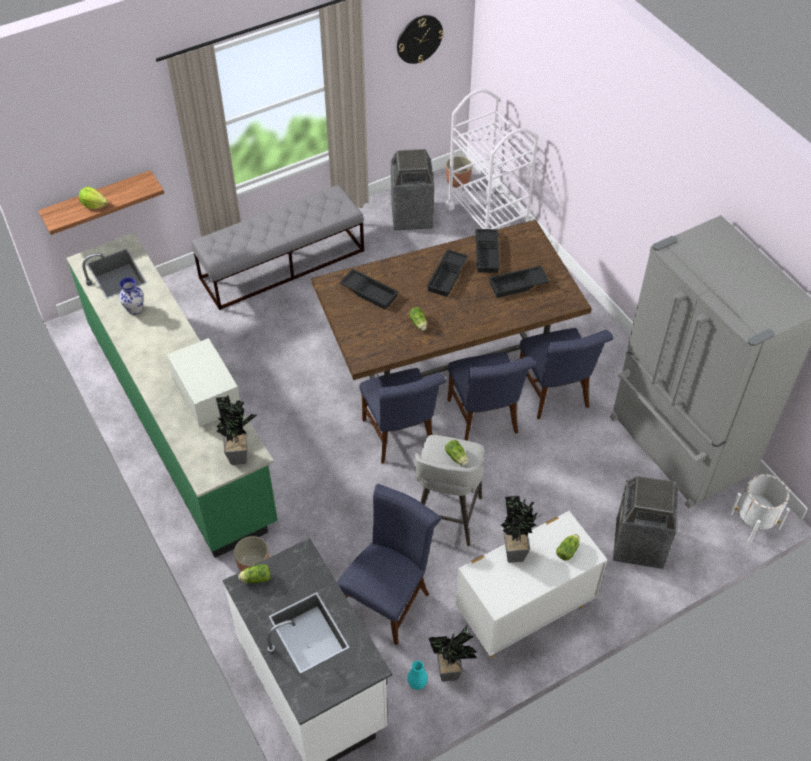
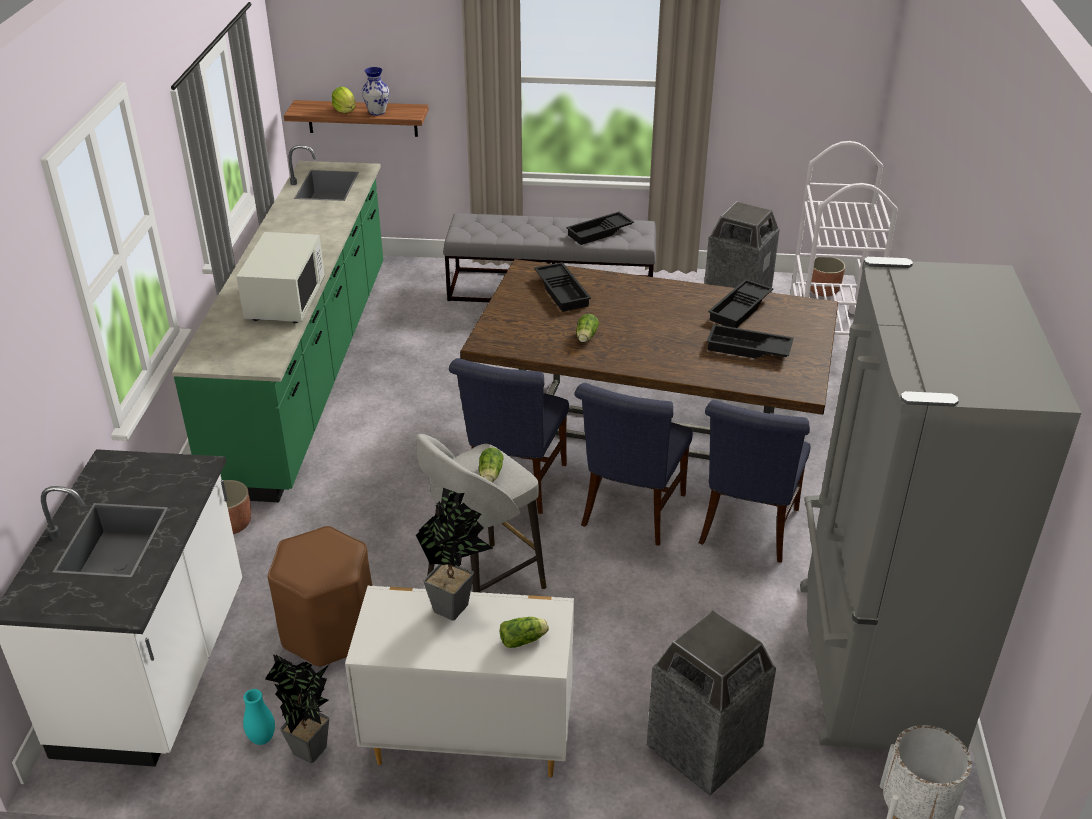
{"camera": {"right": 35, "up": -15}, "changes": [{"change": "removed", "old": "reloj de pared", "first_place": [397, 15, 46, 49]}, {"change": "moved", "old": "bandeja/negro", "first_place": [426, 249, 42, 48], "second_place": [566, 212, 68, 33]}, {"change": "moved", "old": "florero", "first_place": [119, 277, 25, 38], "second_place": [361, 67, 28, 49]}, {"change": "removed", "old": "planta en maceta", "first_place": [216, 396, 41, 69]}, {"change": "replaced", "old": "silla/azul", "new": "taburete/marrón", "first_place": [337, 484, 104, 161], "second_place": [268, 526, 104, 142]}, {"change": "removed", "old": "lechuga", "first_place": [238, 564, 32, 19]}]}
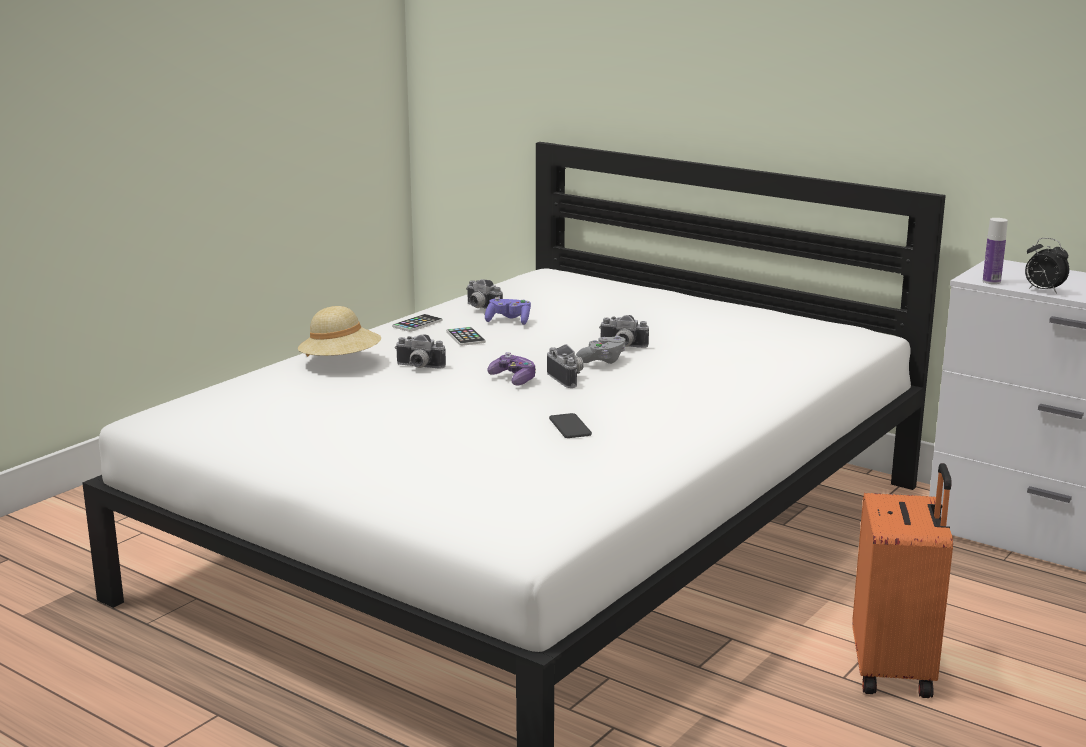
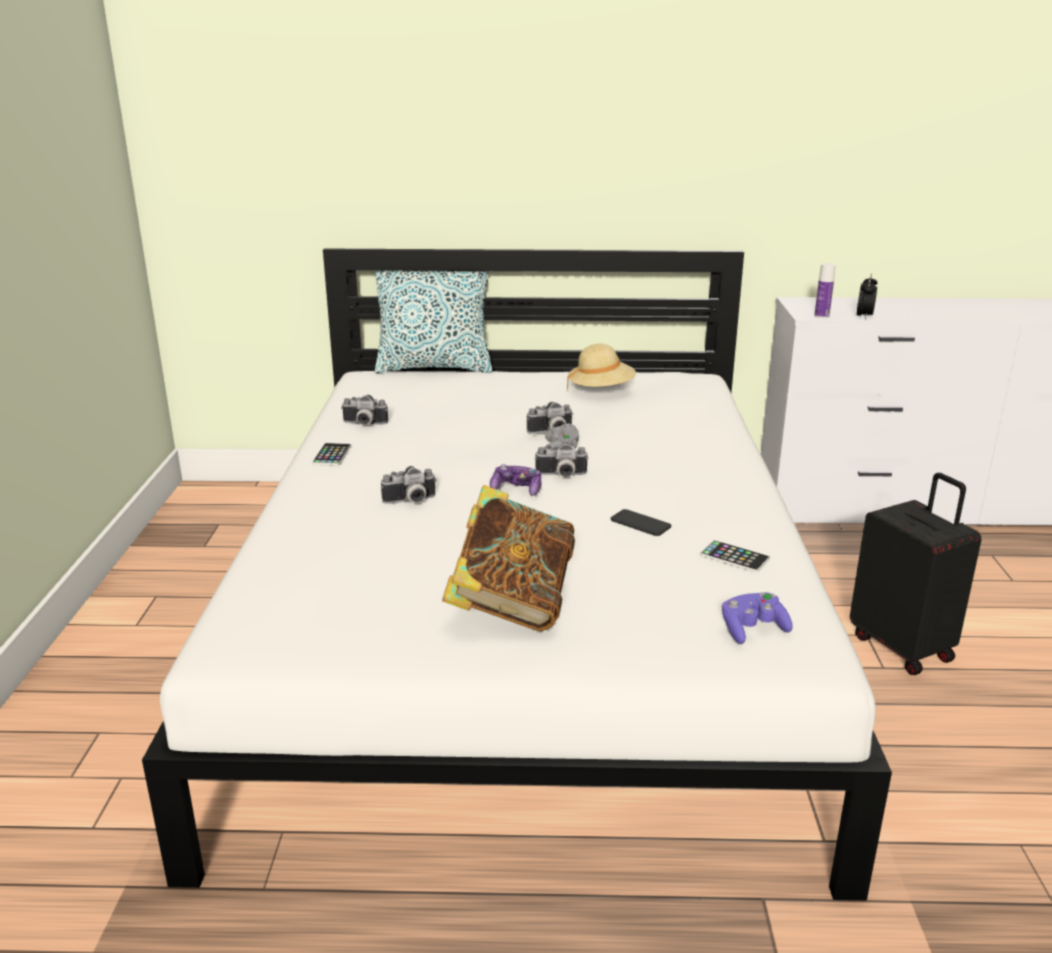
{"camera": {"right": -35, "up": 5}, "changes": [{"change": "turned", "old": "despertador", "first_place": [1025, 238, 44, 56], "second_place": [857, 273, 21, 47], "degrees": -75}, {"change": "moved", "old": "mando de consola/morado", "first_place": [485, 297, 46, 28], "second_place": [722, 592, 71, 52]}, {"change": "moved", "old": "sombrero/beis", "first_place": [298, 306, 83, 51], "second_place": [567, 344, 69, 45]}, {"change": "moved", "old": "móvil", "first_place": [446, 327, 40, 19], "second_place": [700, 540, 70, 33]}, {"change": "turned", "old": "cámara", "first_place": [547, 344, 37, 44], "second_place": [535, 442, 54, 35], "degrees": 150}, {"change": "recoloured", "old": "maleta/naranja", "new": "maleta/negro", "first_place": [852, 463, 101, 235], "second_place": [850, 473, 132, 202]}, {"change": "added", "new": "cojín", "second_place": [374, 270, 119, 103]}, {"change": "added", "new": "libro", "second_place": [442, 485, 133, 146]}]}
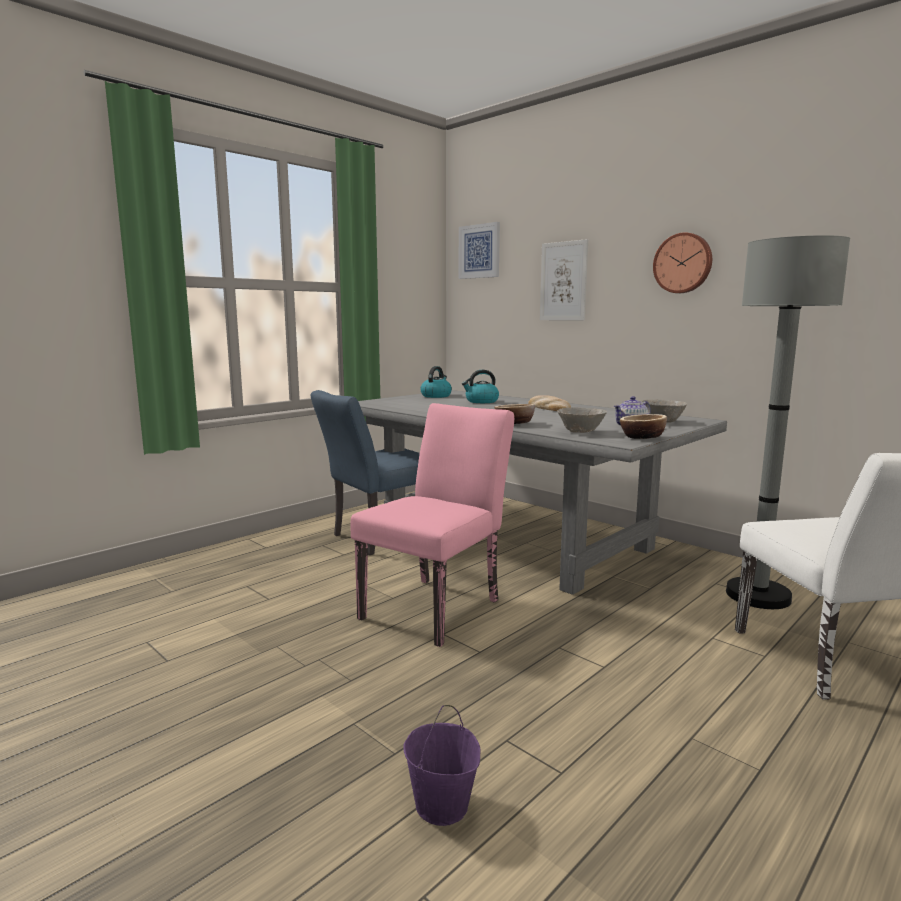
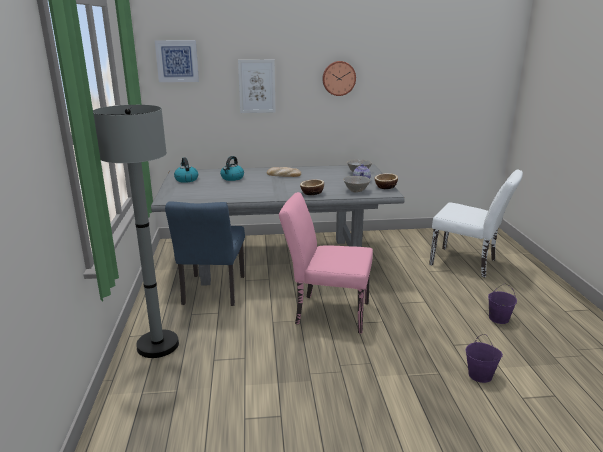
{"camera": {"right": -50, "up": 10}, "changes": [{"change": "moved", "old": "lámpara de pie/gris", "first_place": [726, 235, 124, 374], "second_place": [93, 105, 86, 253]}, {"change": "turned", "old": "silla/rosa", "first_place": [350, 403, 164, 244], "second_place": [279, 192, 94, 142], "degrees": -60}, {"change": "added", "new": "cubo/morado", "second_place": [488, 283, 29, 41]}]}
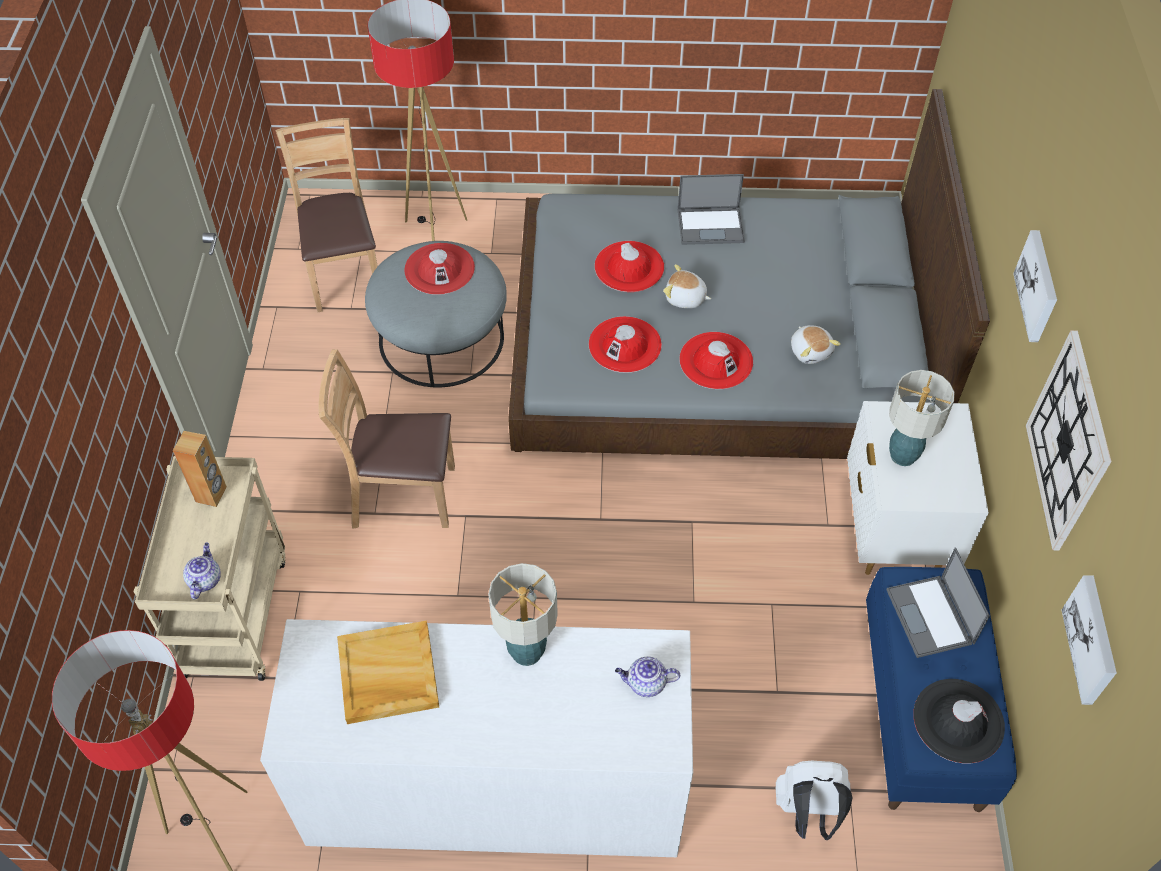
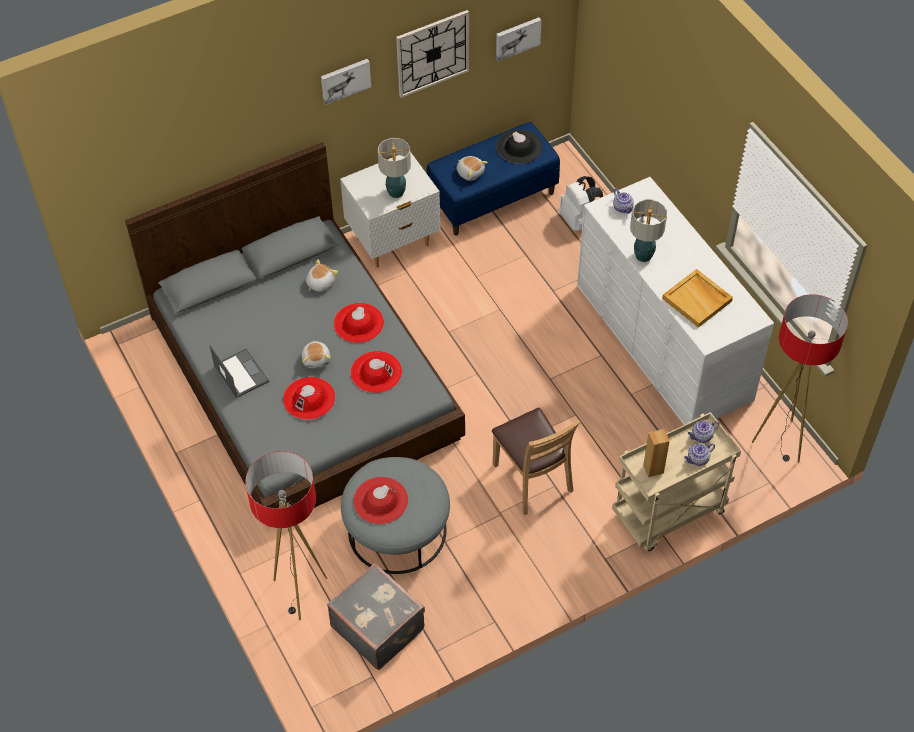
{"camera": {"right": -120, "up": 0}, "changes": [{"change": "replaced", "old": "silla/marrón", "new": "maleta/gris", "first_place": [275, 118, 103, 194], "second_place": [327, 563, 98, 107]}, {"change": "replaced", "old": "portátil", "new": "peluche", "first_place": [886, 547, 104, 111], "second_place": [457, 156, 31, 25]}, {"change": "added", "new": "tetera", "second_place": [684, 443, 31, 23]}]}
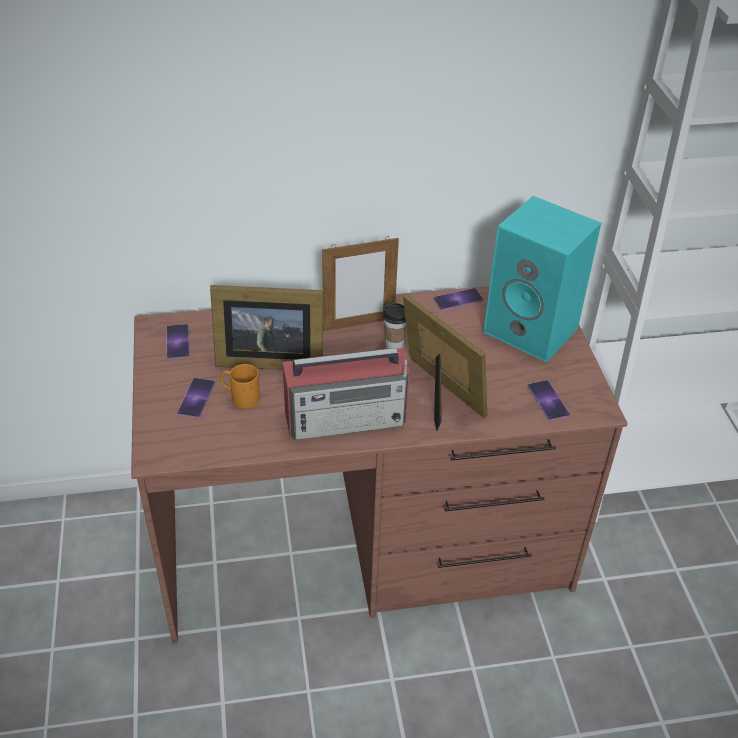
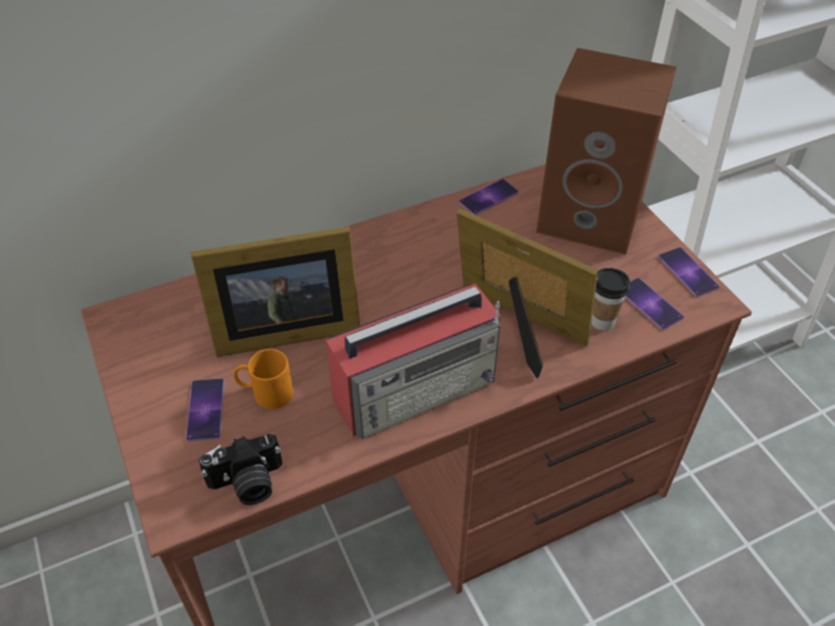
{"camera": {"right": -15, "up": 5}, "changes": [{"change": "recoloured", "old": "altavoz/turquesa", "new": "altavoz/marrón", "first_place": [484, 196, 117, 166], "second_place": [536, 48, 140, 207]}, {"change": "removed", "old": "portarretratos", "first_place": [322, 236, 77, 95]}, {"change": "moved", "old": "taza", "first_place": [383, 303, 23, 46], "second_place": [591, 268, 39, 62]}, {"change": "moved", "old": "móvil", "first_place": [166, 324, 24, 35], "second_place": [658, 247, 62, 50]}, {"change": "added", "new": "cámara", "second_place": [199, 434, 83, 71]}]}
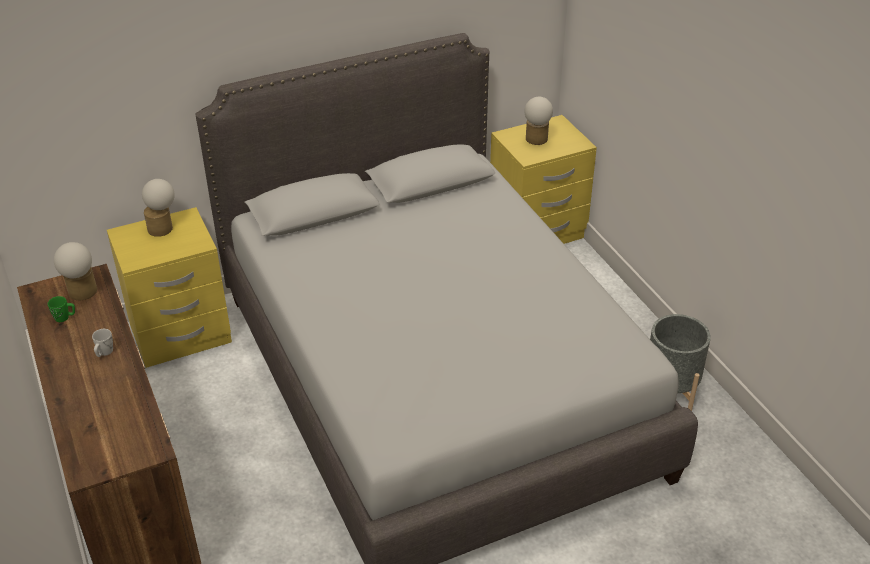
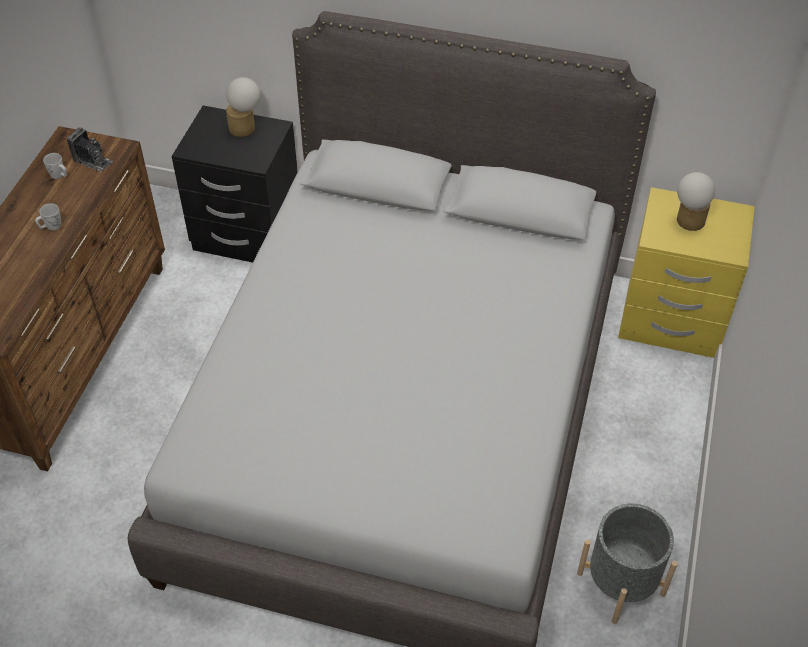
{"camera": {"right": 40, "up": 10}, "changes": [{"change": "recoloured", "old": "mesita de noche/amarillo", "new": "mesita de noche/negro", "first_place": [107, 207, 125, 161], "second_place": [172, 106, 126, 157]}, {"change": "replaced", "old": "lámpara de mesa", "new": "cámara", "first_place": [54, 242, 43, 58], "second_place": [66, 127, 47, 45]}, {"change": "recoloured", "old": "taza grande/verde", "new": "taza grande/blanco", "first_place": [48, 296, 27, 26], "second_place": [43, 153, 24, 26]}]}
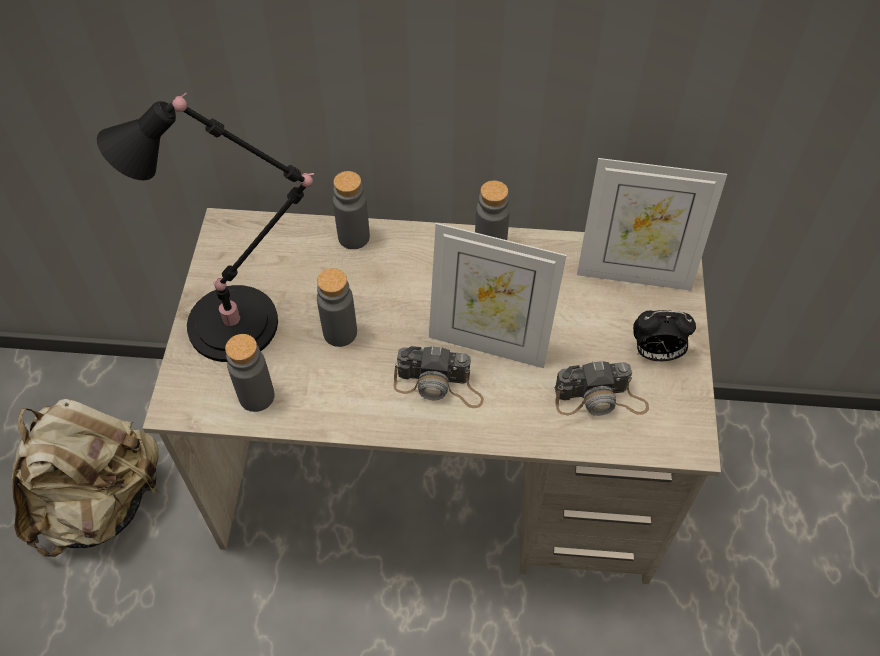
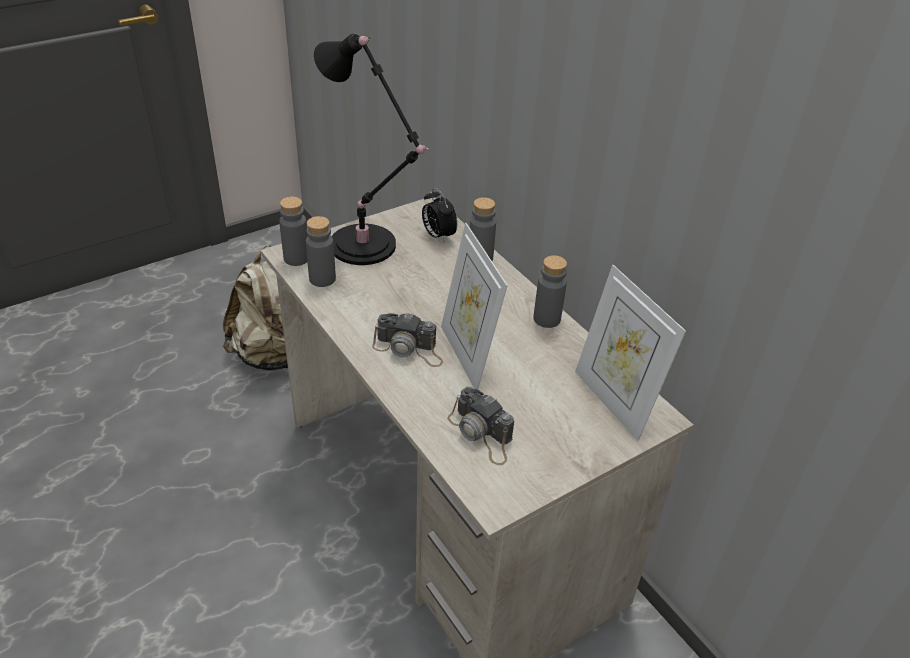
{"camera": {"right": 50, "up": -15}, "changes": [{"change": "moved", "old": "botella/gris", "first_place": [317, 268, 40, 79], "second_place": [279, 197, 29, 69]}, {"change": "moved", "old": "despertador", "first_place": [633, 310, 63, 51], "second_place": [422, 188, 35, 54]}, {"change": "turned", "old": "cámara", "first_place": [394, 345, 90, 63], "second_place": [372, 312, 71, 55], "degrees": -45}]}
